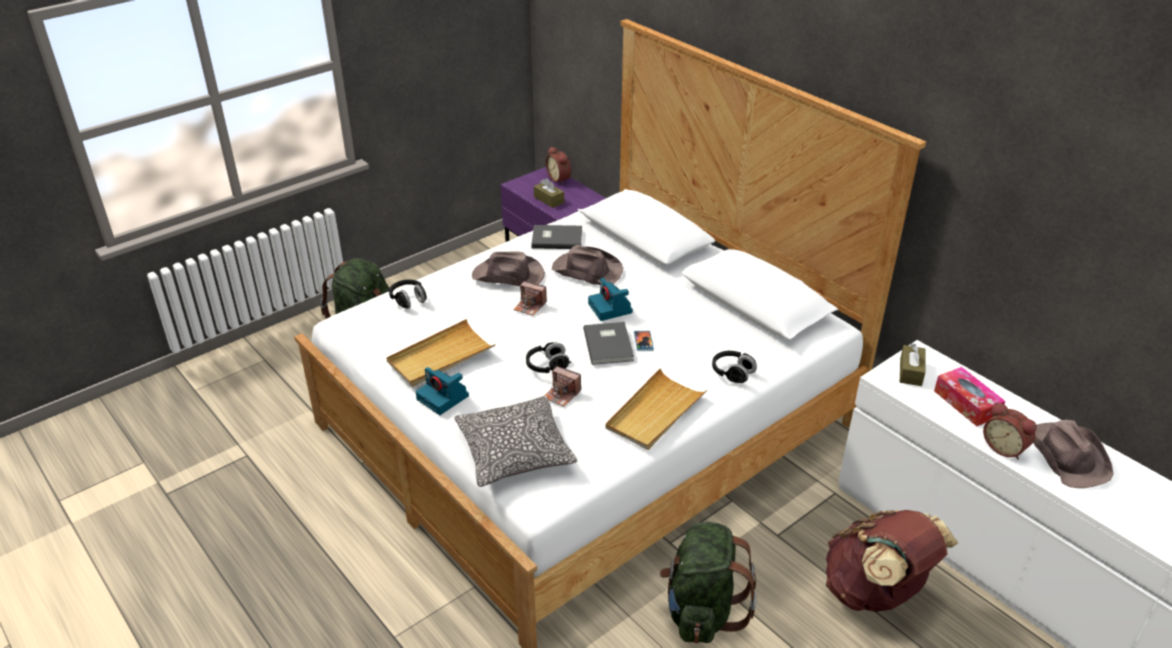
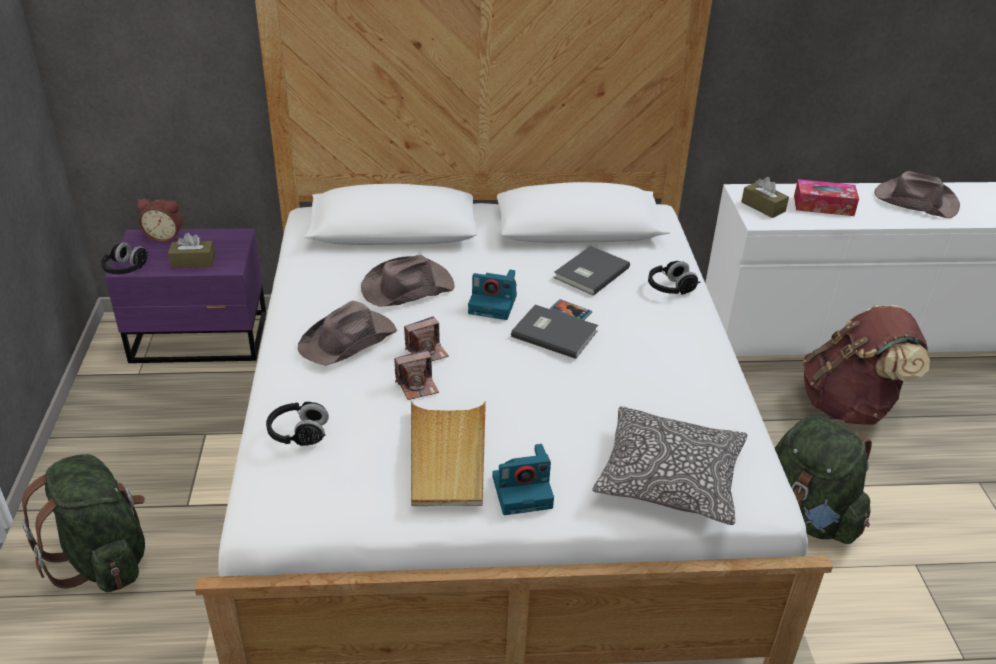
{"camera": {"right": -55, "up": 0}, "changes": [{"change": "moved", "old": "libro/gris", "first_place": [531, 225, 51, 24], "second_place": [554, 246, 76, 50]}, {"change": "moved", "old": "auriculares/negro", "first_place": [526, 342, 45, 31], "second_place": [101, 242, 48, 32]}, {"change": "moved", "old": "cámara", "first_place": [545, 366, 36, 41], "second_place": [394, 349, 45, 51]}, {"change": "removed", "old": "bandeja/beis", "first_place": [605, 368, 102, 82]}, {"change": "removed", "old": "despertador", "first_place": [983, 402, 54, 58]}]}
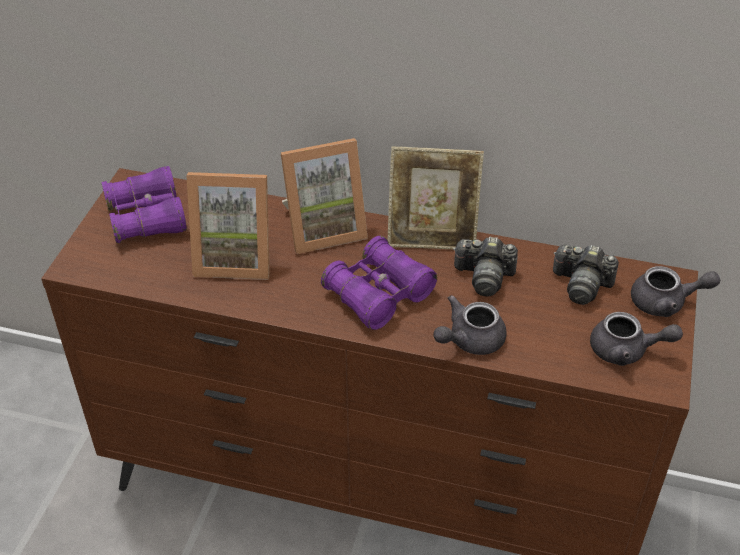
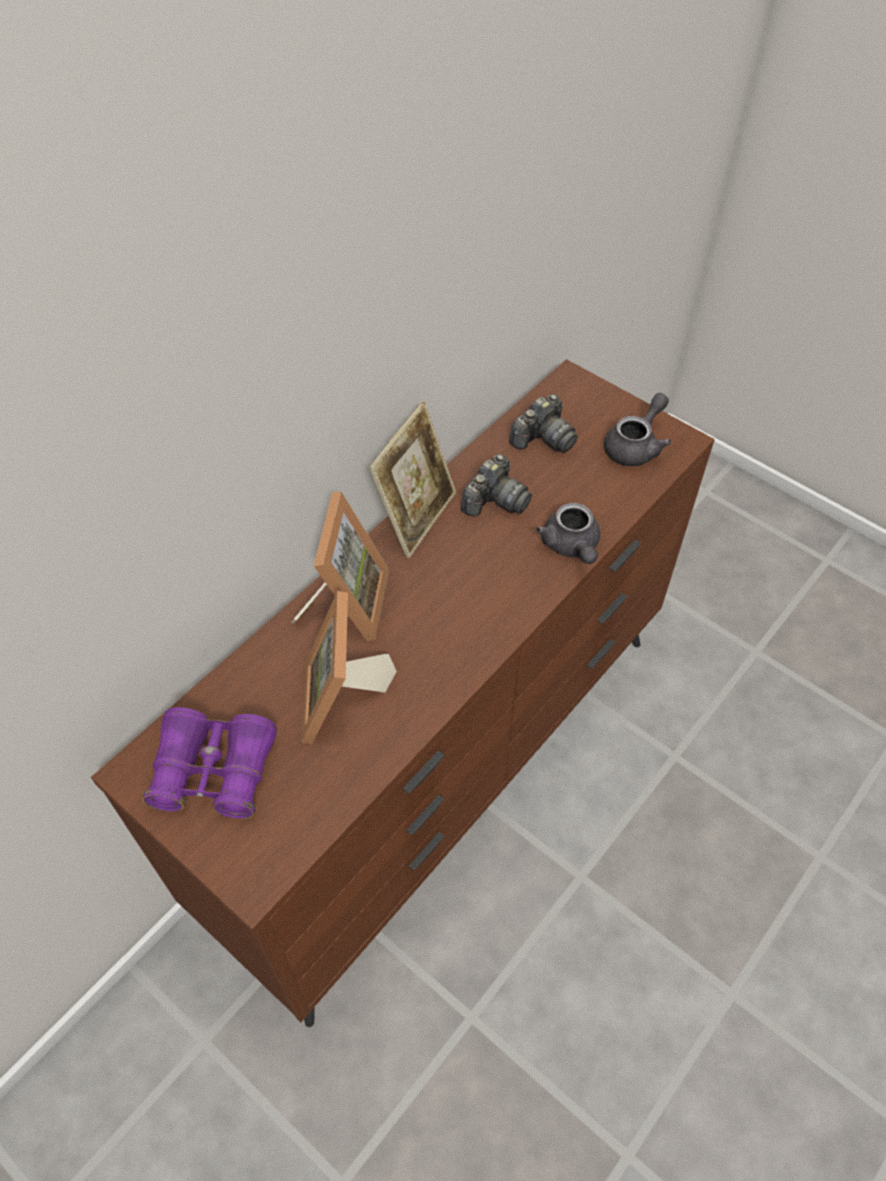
{"camera": {"right": -65, "up": 10}, "changes": [{"change": "turned", "old": "portarretratos", "first_place": [186, 172, 84, 108], "second_place": [301, 591, 96, 153], "degrees": 150}, {"change": "removed", "old": "prismáticos/morado", "first_place": [321, 236, 116, 94]}, {"change": "removed", "old": "tetera/gris", "first_place": [631, 266, 89, 51]}]}
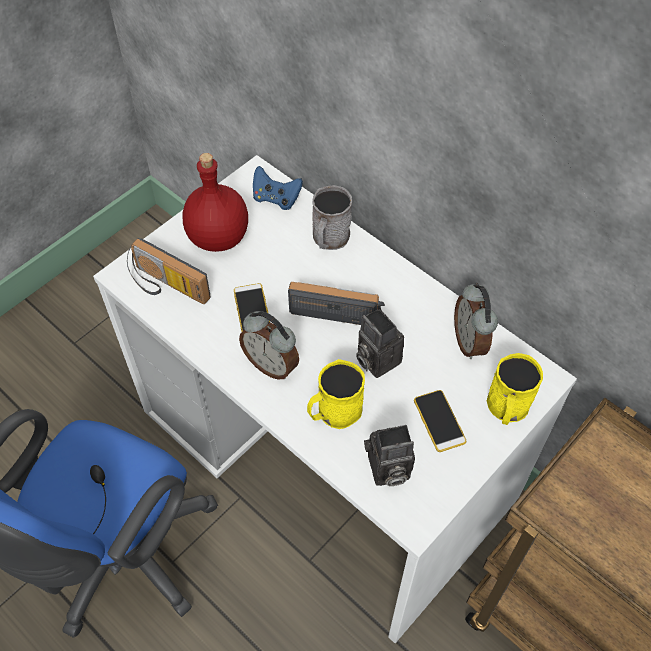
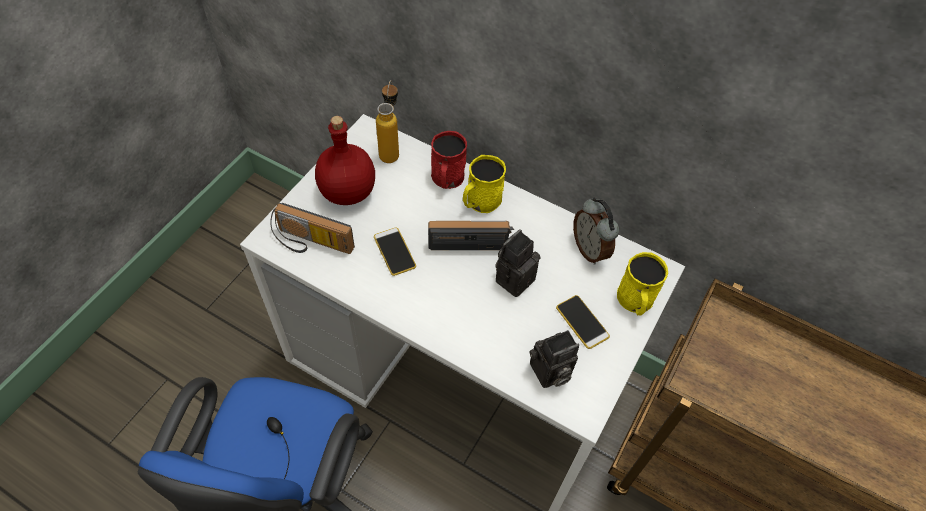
{"camera": {"right": -15, "up": 0}, "changes": [{"change": "replaced", "old": "mando de consola/azul", "new": "botella", "first_place": [253, 166, 50, 44], "second_place": [376, 80, 23, 83]}, {"change": "recoloured", "old": "taza grande/gris", "new": "taza grande/rojo", "first_place": [312, 185, 40, 65], "second_place": [431, 131, 36, 58]}, {"change": "turned", "old": "cámara", "first_place": [356, 308, 48, 70], "second_place": [495, 229, 46, 68], "degrees": 90}, {"change": "removed", "old": "despertador", "first_place": [239, 311, 60, 68]}, {"change": "moved", "old": "taza grande/amarillo", "first_place": [307, 359, 58, 70], "second_place": [463, 155, 43, 58]}]}
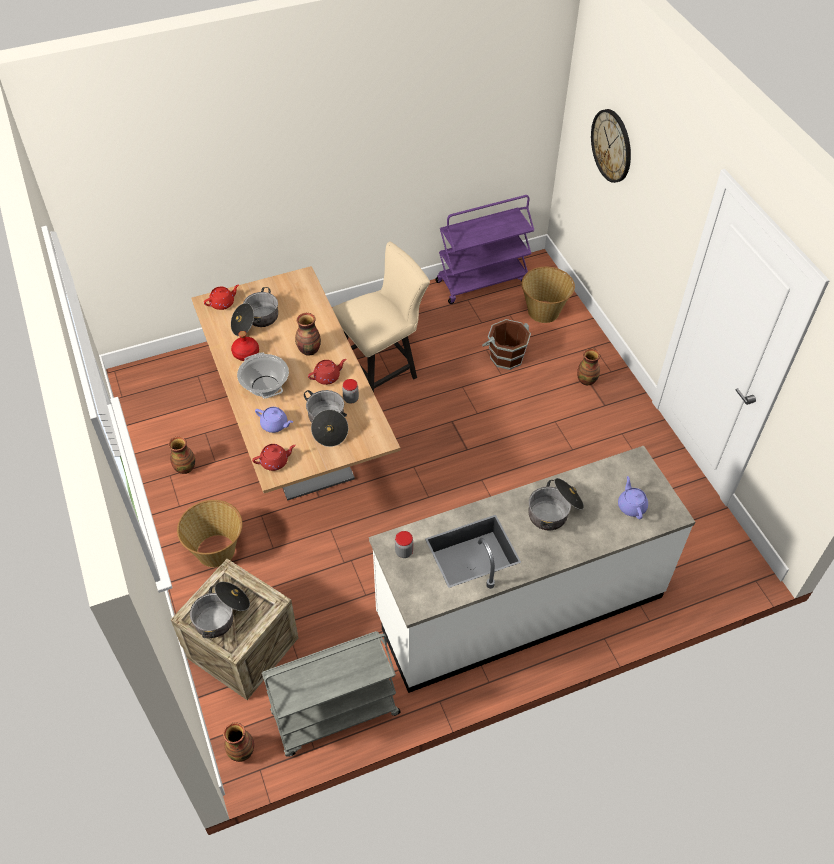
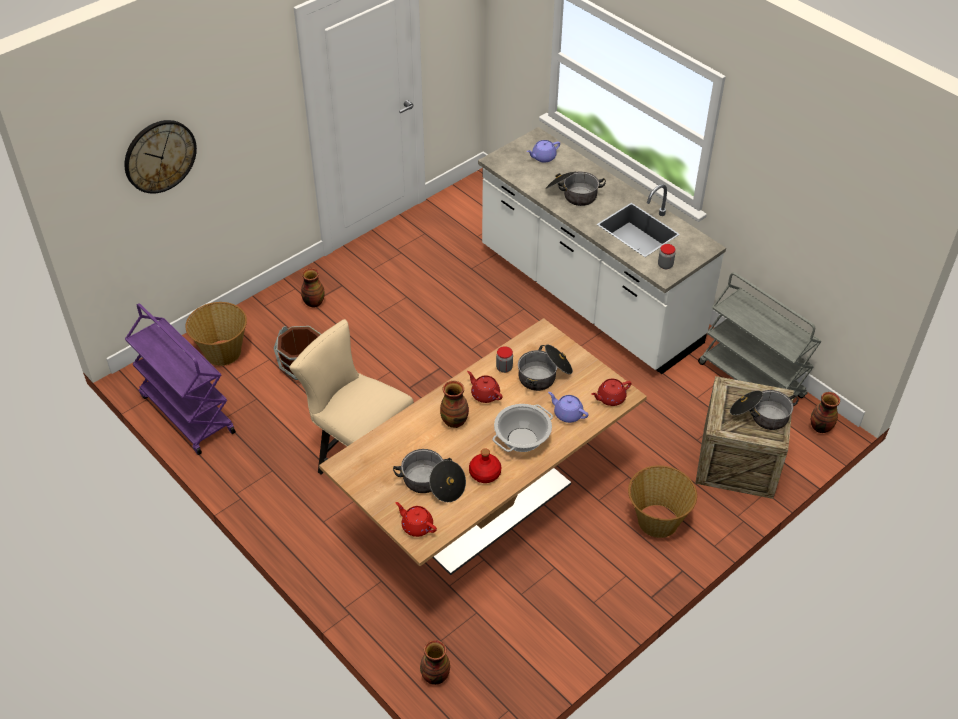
{"camera": {"right": -110, "up": -5}, "changes": [{"change": "turned", "old": "tetera/morado", "first_place": [255, 407, 38, 26], "second_place": [548, 392, 40, 31], "degrees": -60}, {"change": "moved", "old": "florero", "first_place": [168, 436, 27, 38], "second_place": [420, 640, 30, 45]}, {"change": "turned", "old": "tetera/rojo", "first_place": [252, 444, 44, 27], "second_place": [591, 379, 41, 27], "degrees": -75}]}
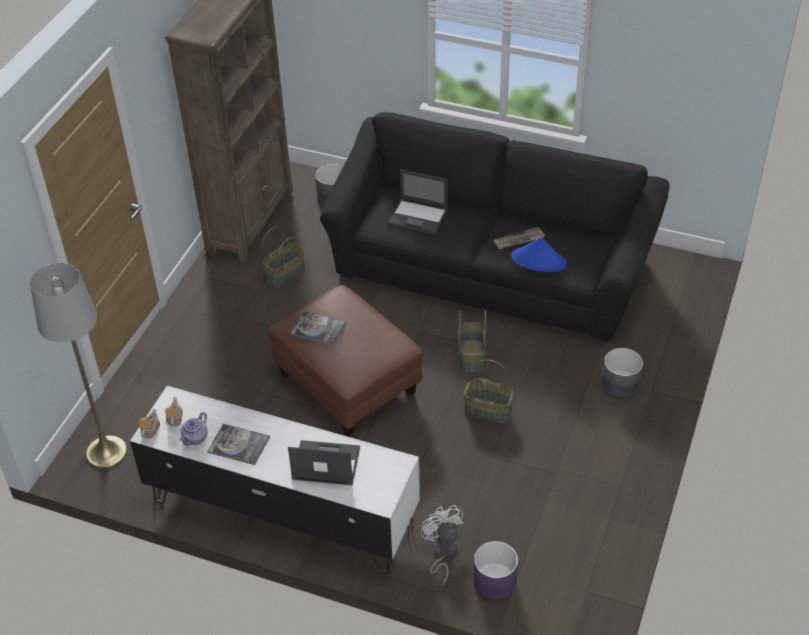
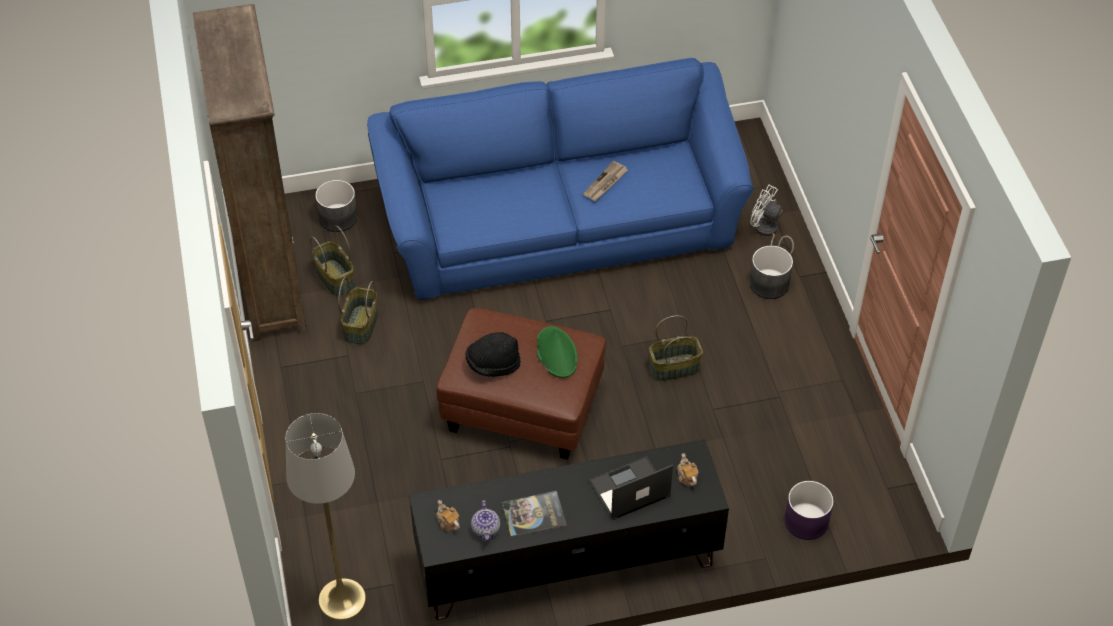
{"camera": {"right": -35, "up": 5}, "changes": [{"change": "recoloured", "old": "sofá/negro", "new": "sofá/azul", "first_place": [320, 112, 350, 230], "second_place": [367, 58, 387, 242]}, {"change": "removed", "old": "portátil", "first_place": [388, 169, 60, 66]}, {"change": "removed", "old": "sombrero/azul", "first_place": [511, 237, 56, 35]}, {"change": "moved", "old": "cesta", "first_place": [458, 310, 29, 62], "second_place": [310, 226, 45, 71]}, {"change": "replaced", "old": "libro", "new": "sombrero/negro", "first_place": [290, 311, 56, 35], "second_place": [465, 332, 56, 45]}, {"change": "recoloured", "old": "mueble de televisión/blanco", "new": "mueble de televisión/negro", "first_place": [130, 386, 290, 188], "second_place": [409, 439, 320, 181]}, {"change": "moved", "old": "tetera", "first_place": [139, 409, 21, 29], "second_place": [677, 453, 22, 33]}, {"change": "moved", "old": "ventilador/blanco", "first_place": [421, 505, 43, 81], "second_place": [750, 185, 44, 69]}, {"change": "added", "new": "sombrero/verde", "second_place": [537, 326, 41, 52]}]}
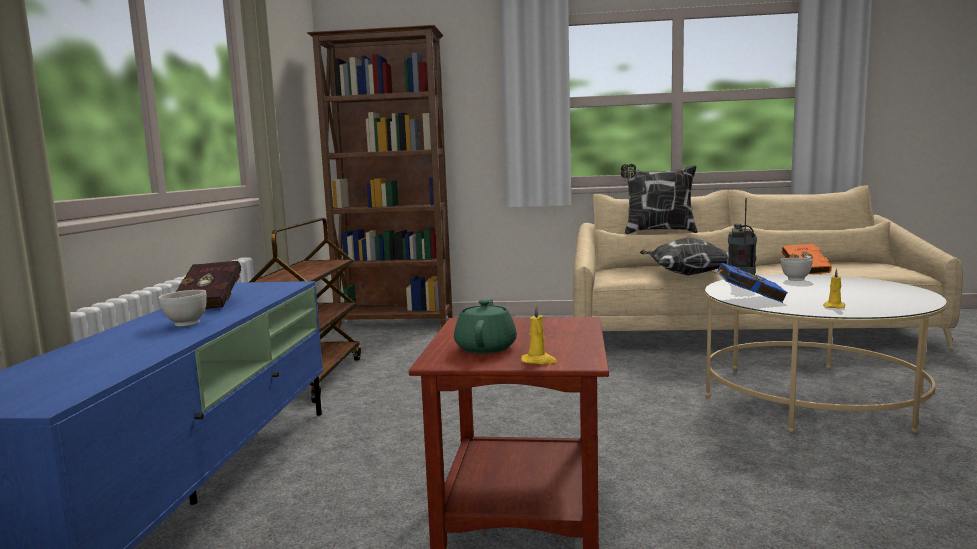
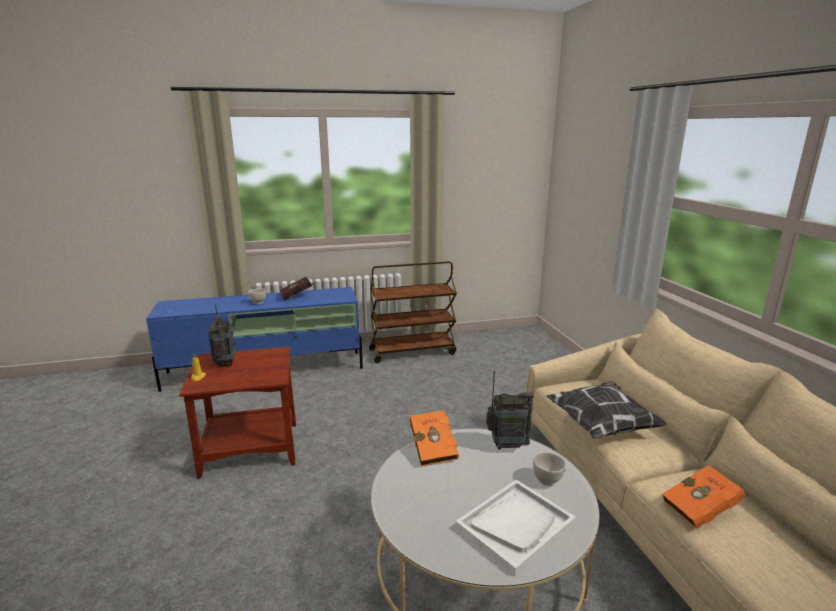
{"camera": {"right": 70, "up": 10}, "changes": [{"change": "removed", "old": "estantería/marrón", "first_place": [307, 25, 146, 303]}, {"change": "removed", "old": "cojín", "first_place": [621, 164, 77, 70]}, {"change": "recoloured", "old": "libro/azul", "new": "libro/naranja", "first_place": [711, 263, 77, 40], "second_place": [410, 410, 49, 56]}, {"change": "removed", "old": "vela/amarillo", "first_place": [823, 269, 22, 40]}, {"change": "replaced", "old": "tetera/verde", "new": "radio", "first_place": [454, 299, 63, 55], "second_place": [208, 304, 27, 63]}, {"change": "added", "new": "bandeja/blanco", "second_place": [456, 480, 120, 96]}]}
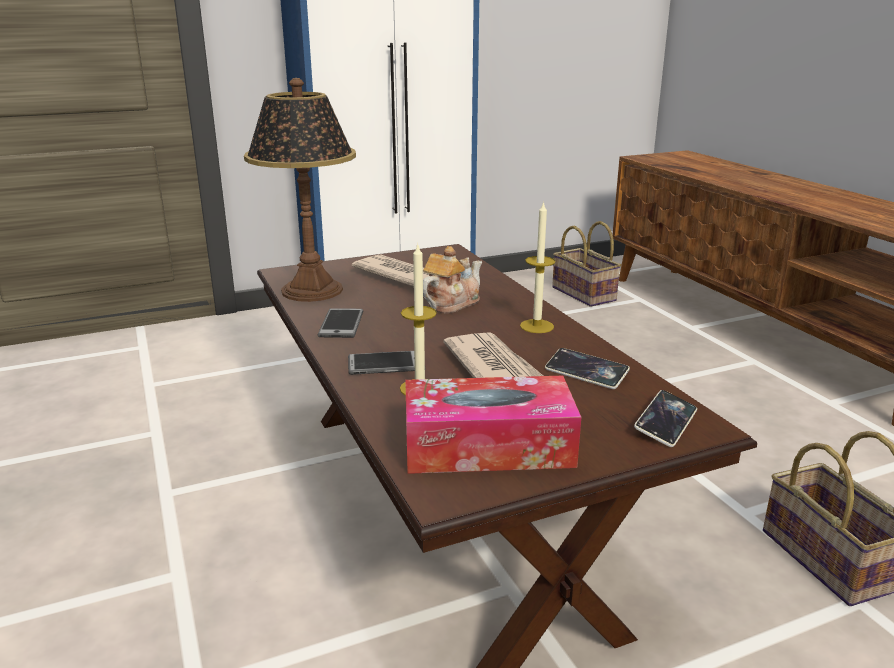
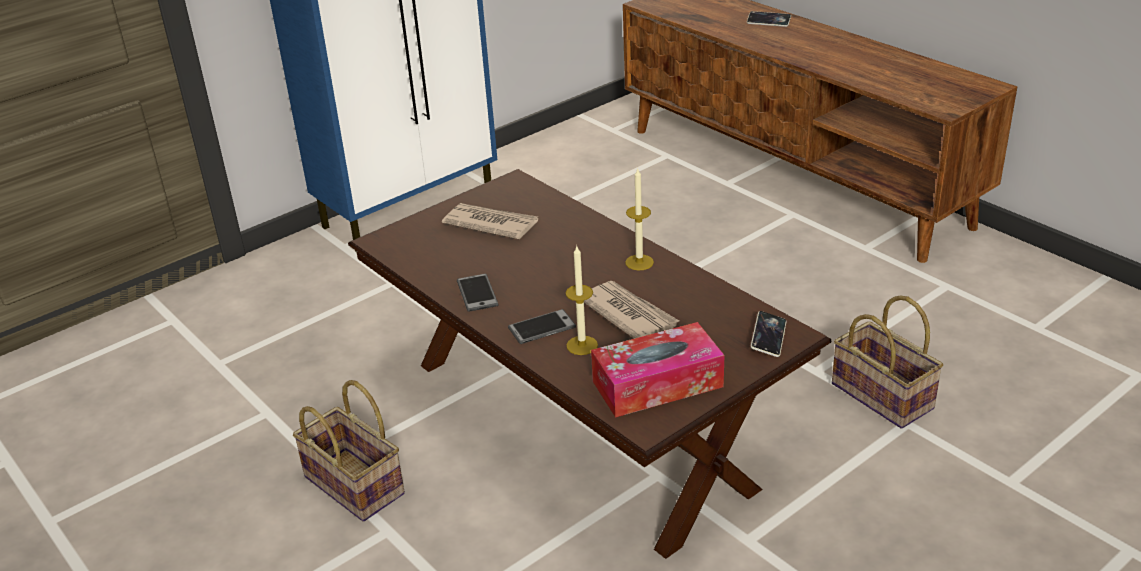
{"camera": {"right": -15, "up": 10}, "changes": [{"change": "removed", "old": "lámpara de mesa", "first_place": [244, 78, 112, 224]}, {"change": "moved", "old": "cesta", "first_place": [552, 221, 69, 86], "second_place": [293, 380, 112, 142]}, {"change": "removed", "old": "tetera", "first_place": [423, 246, 59, 67]}, {"change": "moved", "old": "móvil", "first_place": [545, 348, 85, 41], "second_place": [747, 11, 44, 16]}]}
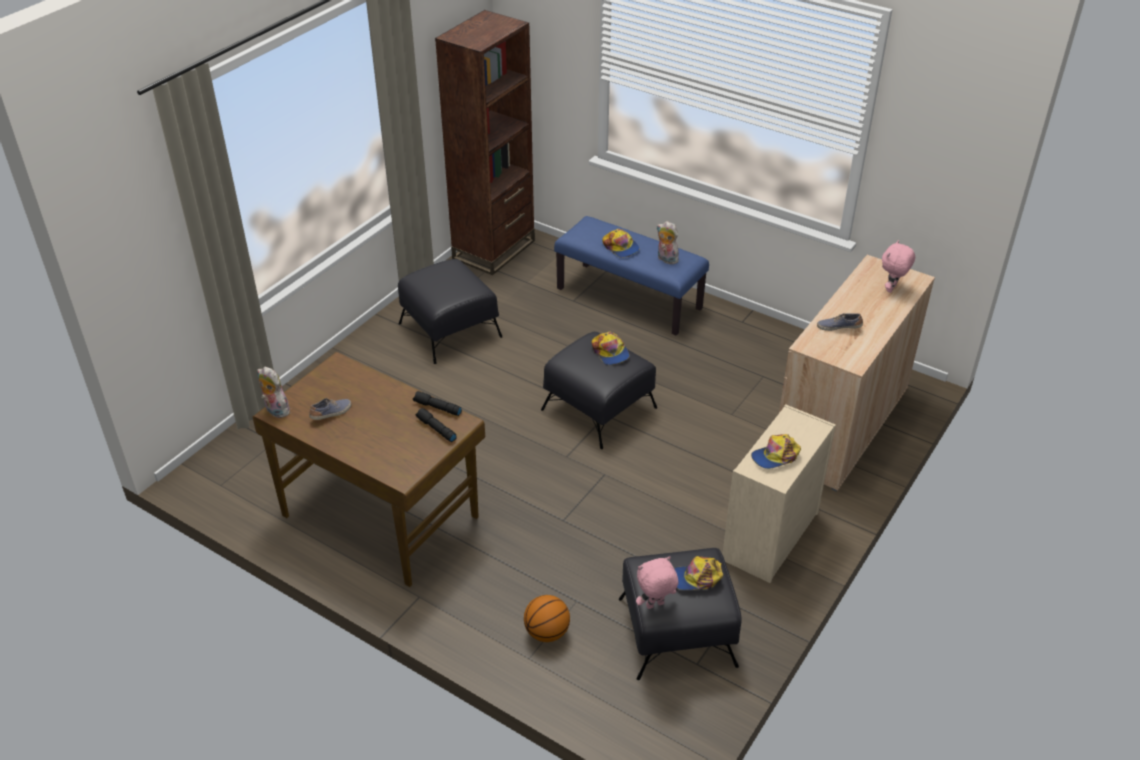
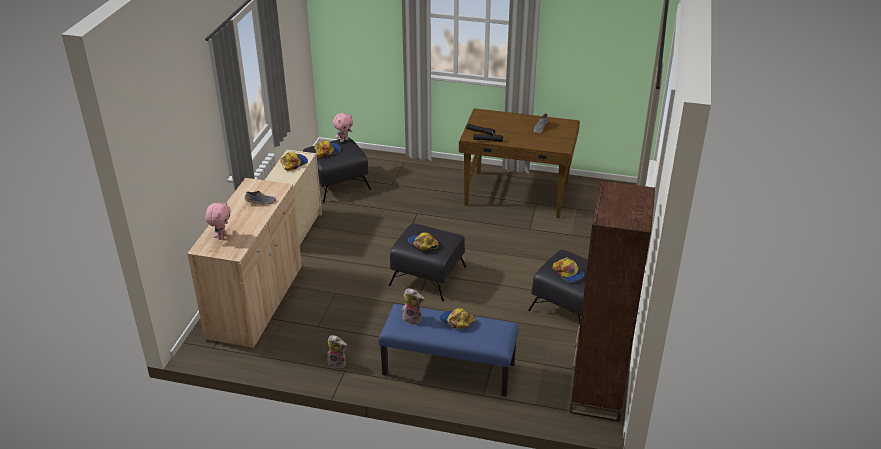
{"camera": {"right": 160, "up": -5}, "changes": [{"change": "moved", "old": "peluche", "first_place": [257, 367, 33, 51], "second_place": [327, 335, 20, 35]}, {"change": "removed", "old": "balón de baloncesto", "first_place": [524, 595, 46, 47]}, {"change": "added", "new": "gorra", "second_place": [553, 257, 31, 25]}]}
